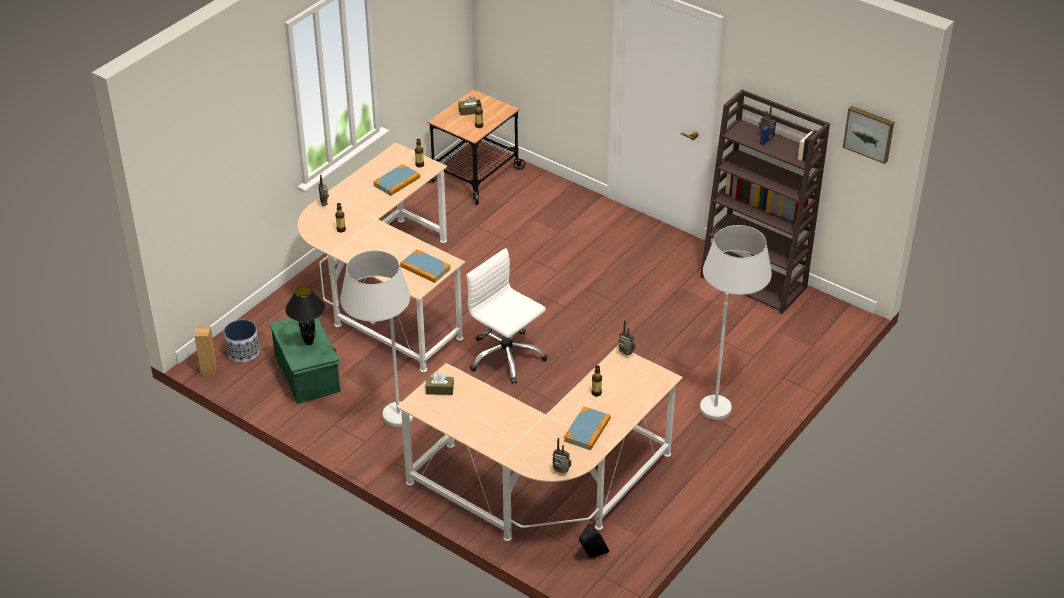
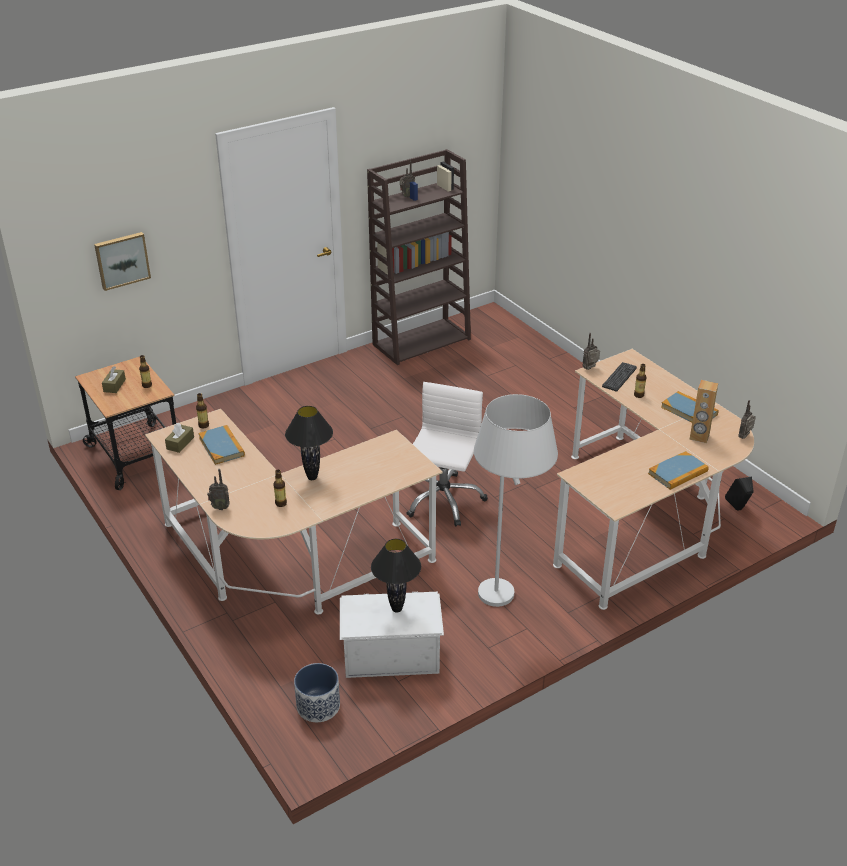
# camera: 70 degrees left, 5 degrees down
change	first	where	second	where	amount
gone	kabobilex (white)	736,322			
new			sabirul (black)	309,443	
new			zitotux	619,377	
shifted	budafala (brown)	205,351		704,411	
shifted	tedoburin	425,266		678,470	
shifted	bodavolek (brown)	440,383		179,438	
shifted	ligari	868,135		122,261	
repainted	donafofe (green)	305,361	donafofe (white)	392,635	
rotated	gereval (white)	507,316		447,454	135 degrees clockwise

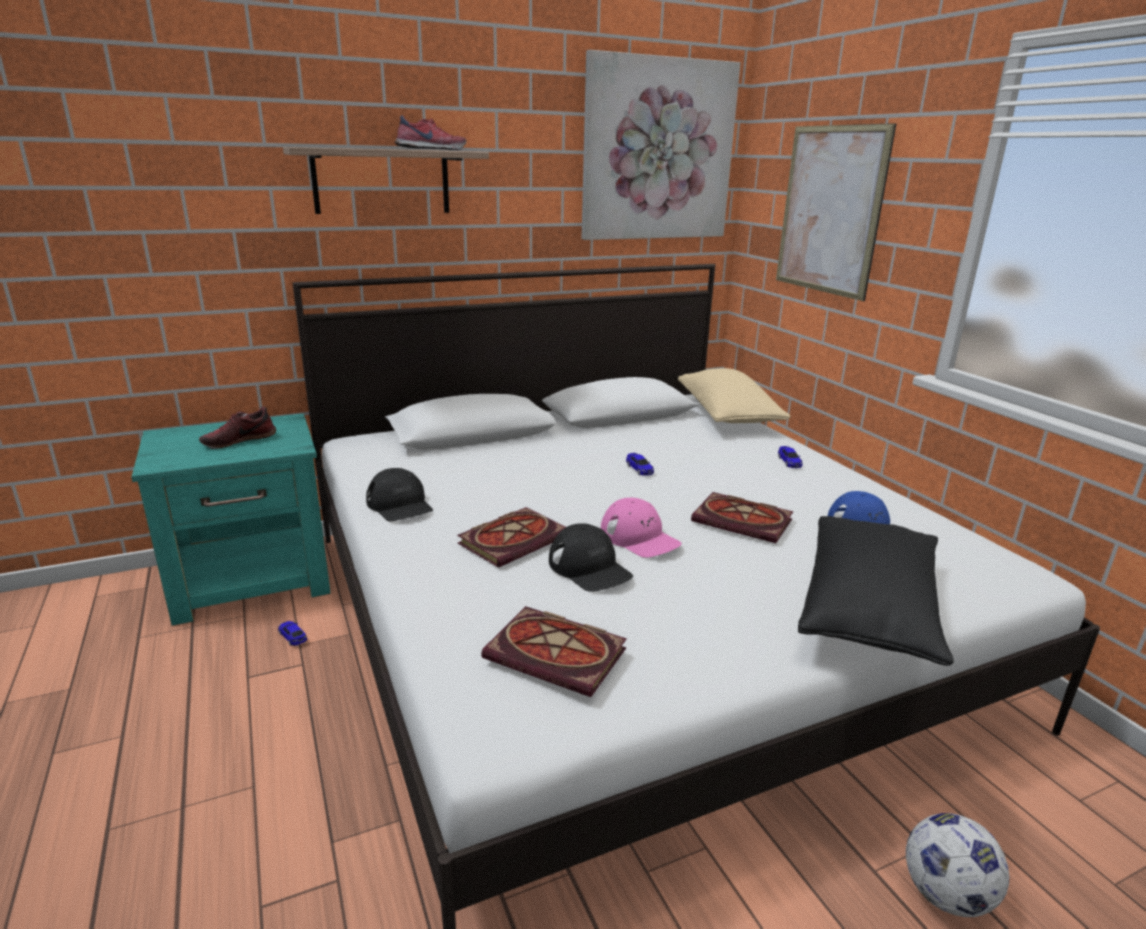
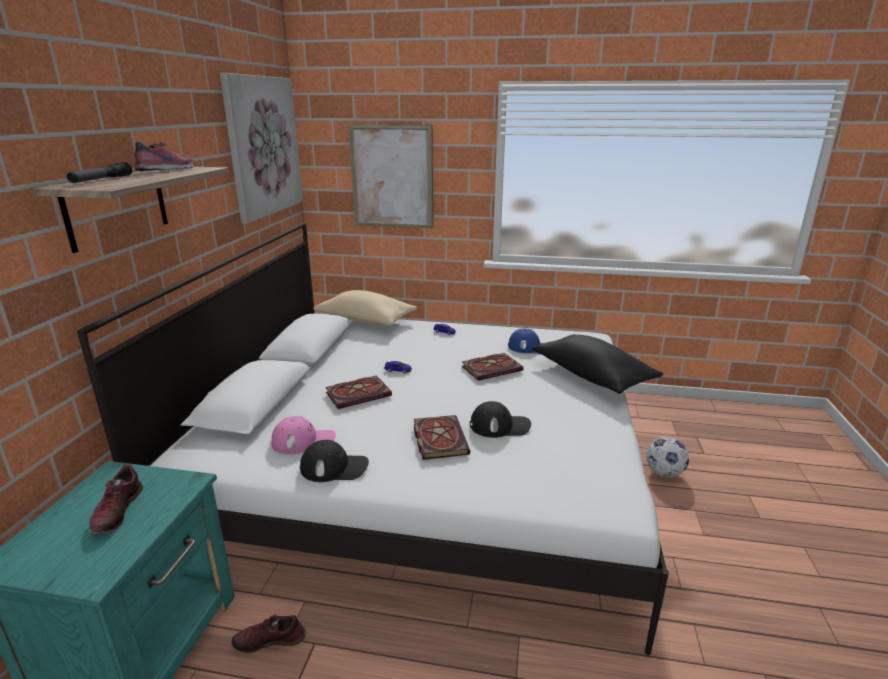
# camera: 55 degrees left, 0 degrees up
change	first	where	second	where	amount
new			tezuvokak	99,172	
shifted	tedoburin	554,651		358,392	
shifted	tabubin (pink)	641,528		303,435	
swapped	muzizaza	292,633	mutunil	268,634	

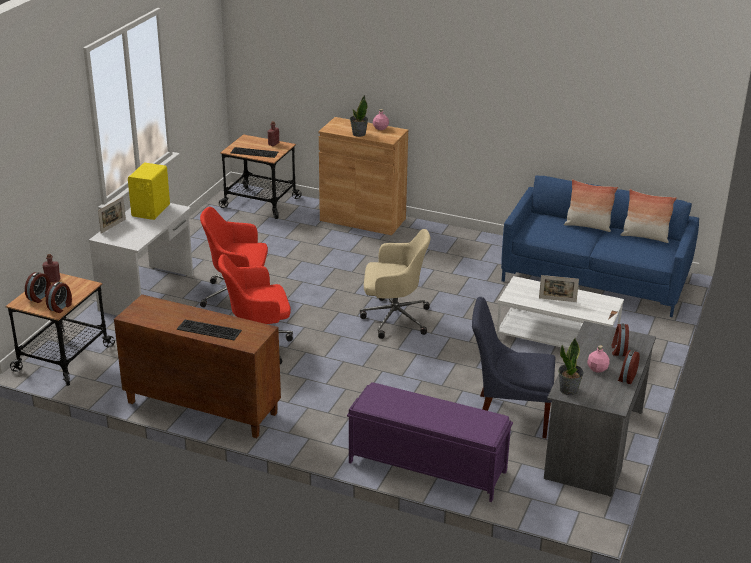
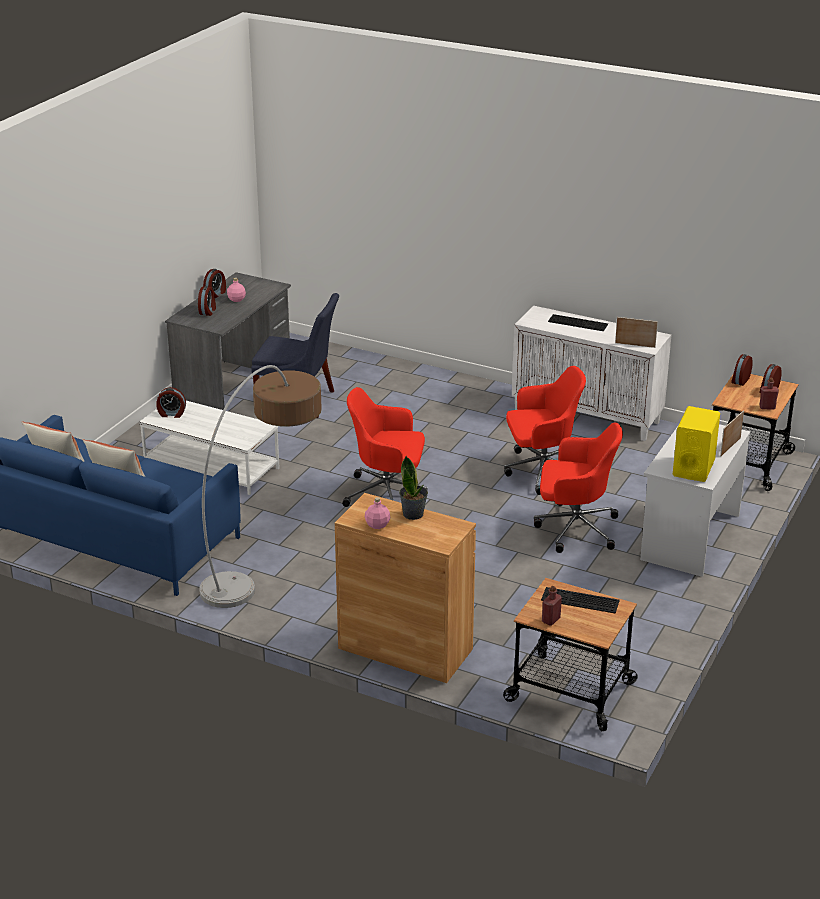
# camera: 175 degrees left, 0 degrees up
change	first	where	second	where	amount
gone	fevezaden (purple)	430,442			
gone	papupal	571,366			
new			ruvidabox	171,402	
new			kabobilex	260,486	
shifted	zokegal	559,288		636,332	
repainted	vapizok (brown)	197,366	vapizok (white)	591,373	
repainted	gereval (beige)	395,284	gereval (red)	384,447	

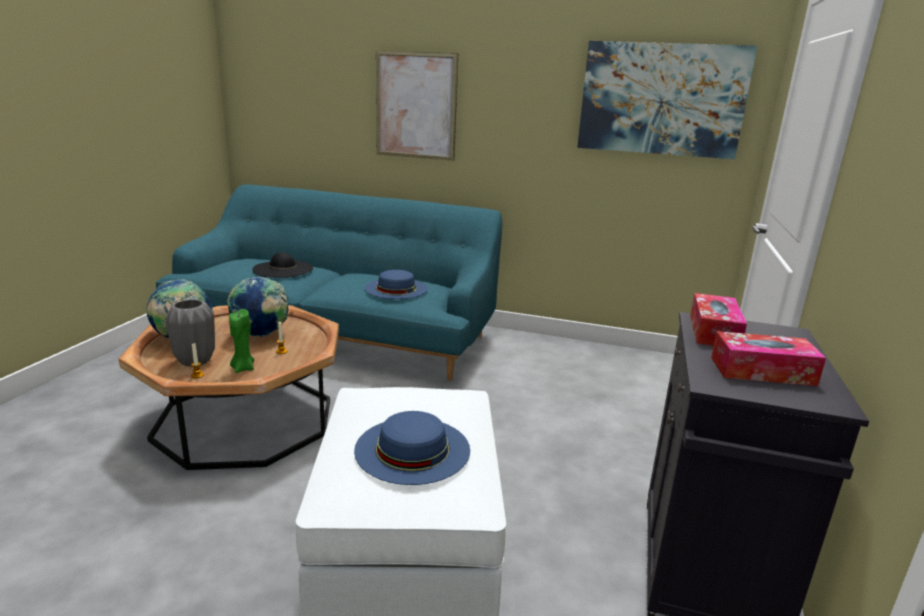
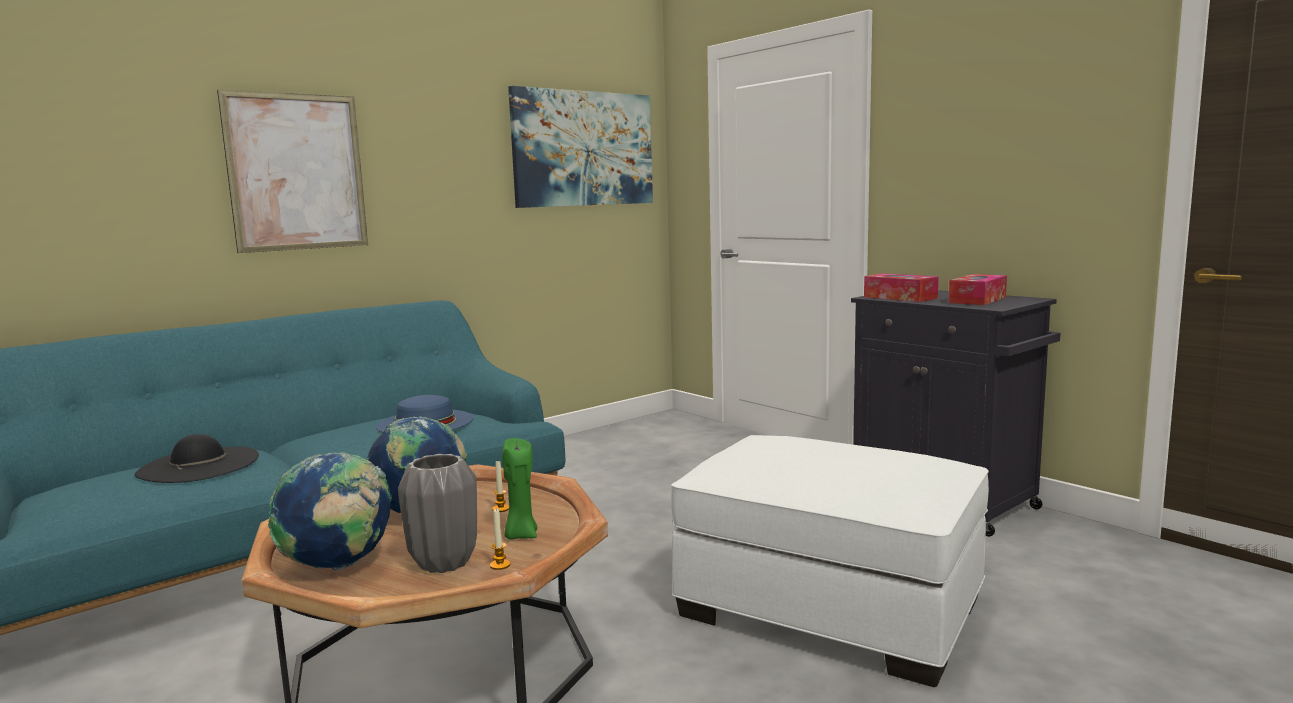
# camera: 55 degrees left, 10 degrees down
change	first	where	second	where	amount
gone	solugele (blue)	412,448			

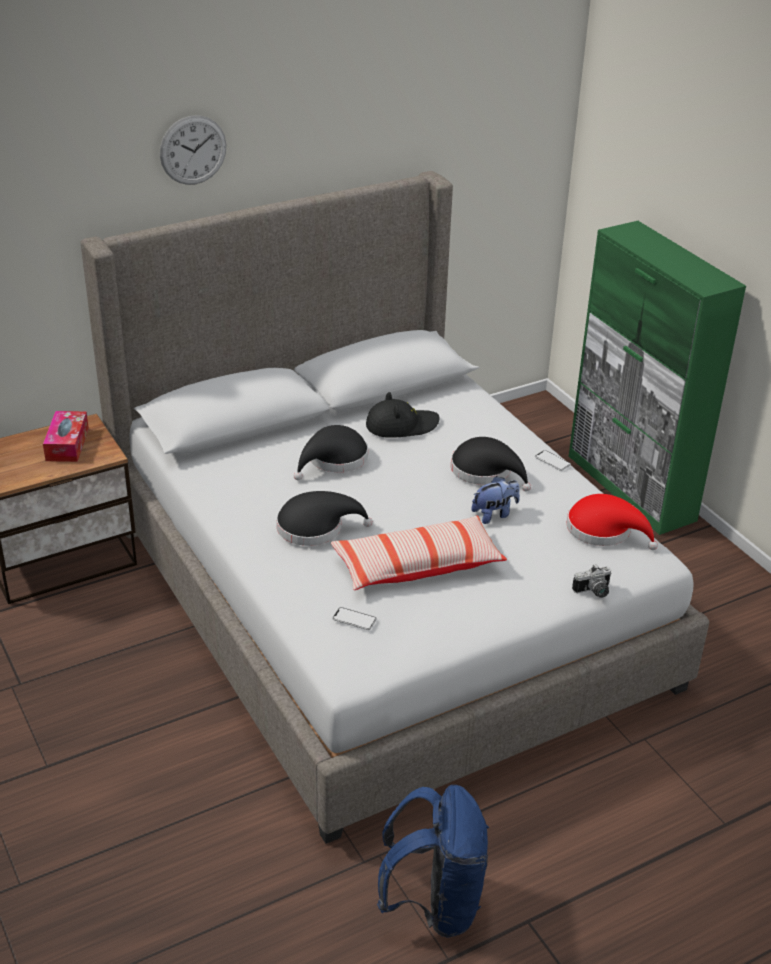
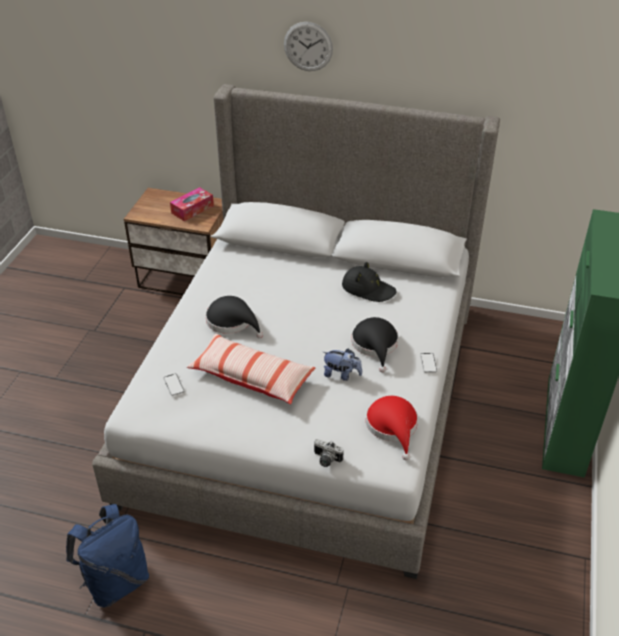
# camera: 45 degrees right, 5 degrees up
change	first	where	second	where	amount
gone	solugele (black)	331,452			

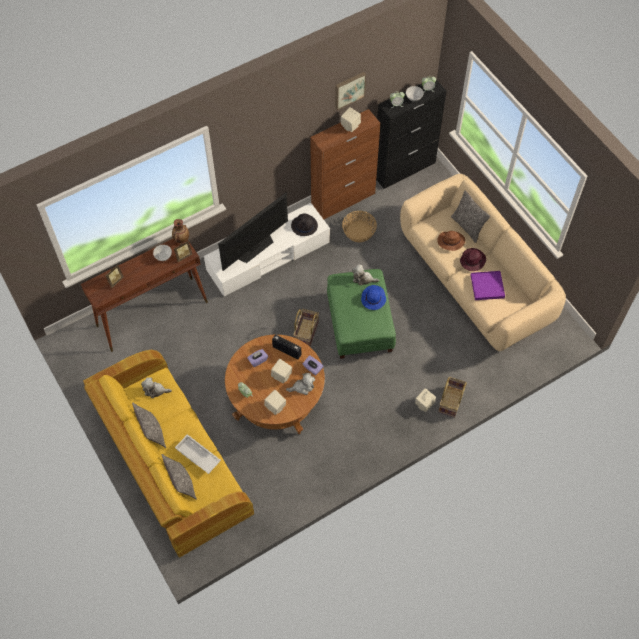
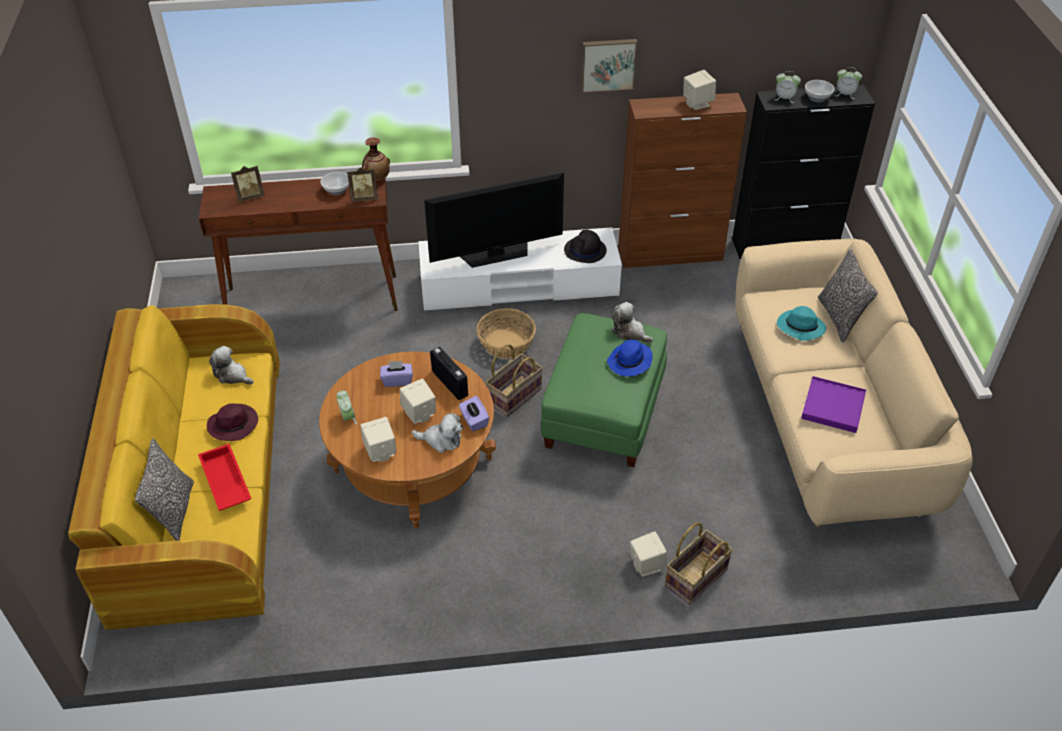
# camera: 25 degrees right, 15 degrees down
change	first	where	second	where	amount
gone	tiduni	149,425			
shifted	ligari	350,91		609,66	
shifted	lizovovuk	359,226		506,333	
shifted	solugele (purple)	473,259		232,422	
repainted	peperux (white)	198,454	peperux (red)	224,477	
repainted	solugele (brown)	451,241	solugele (turquoise)	801,323	

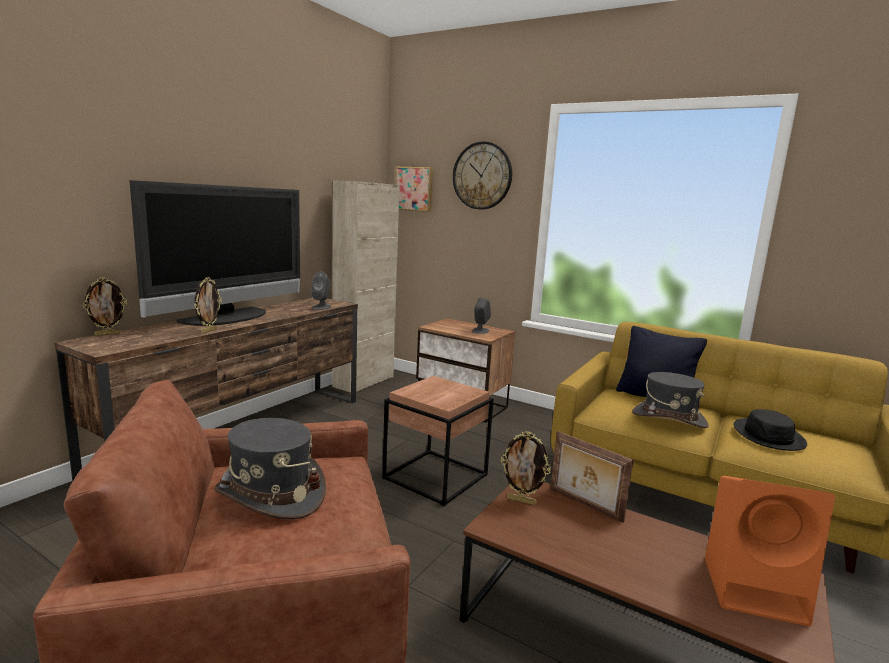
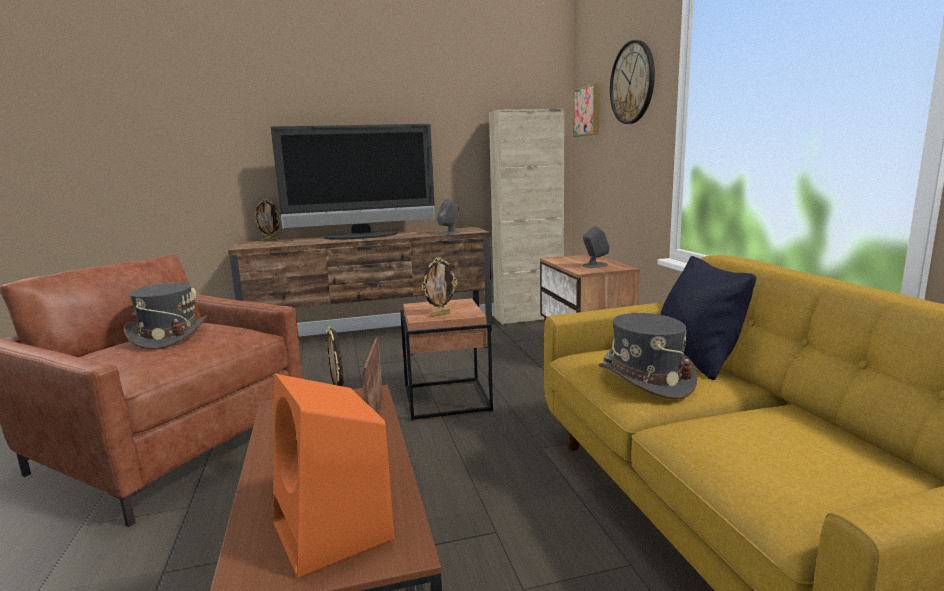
# camera: 45 degrees right, 0 degrees up
change	first	where	second	where	amount
gone	solugele (black)	770,430			
shifted	zokegal	208,305		439,287	

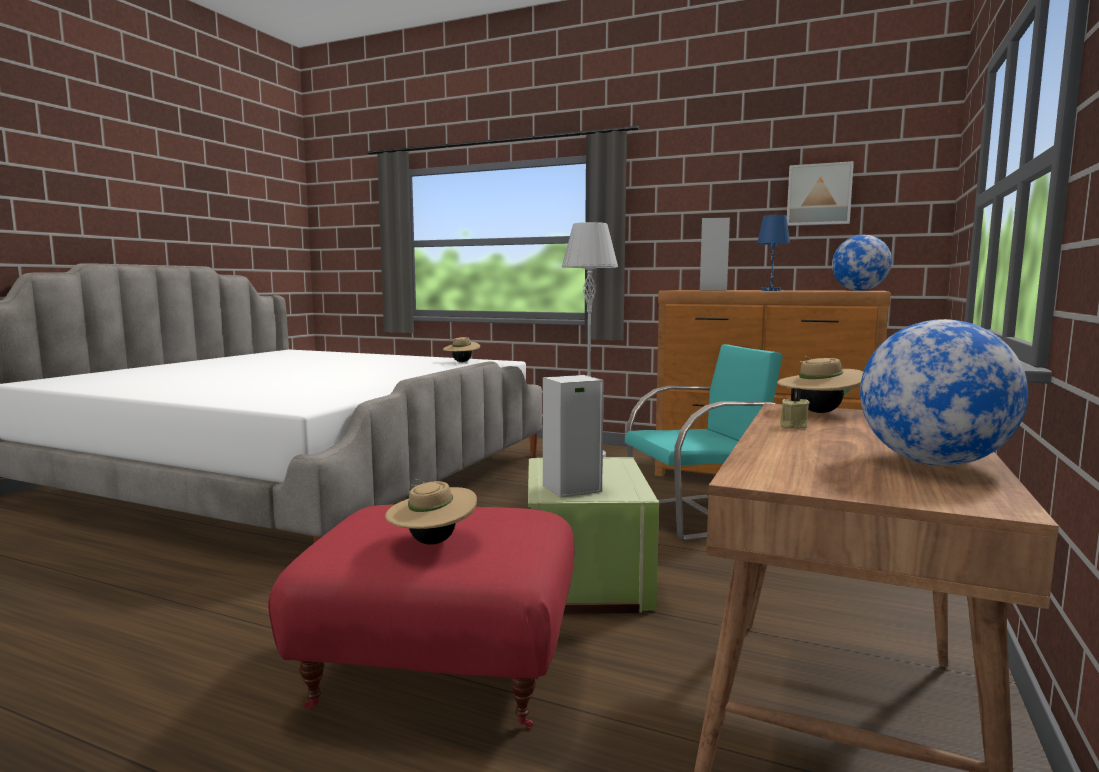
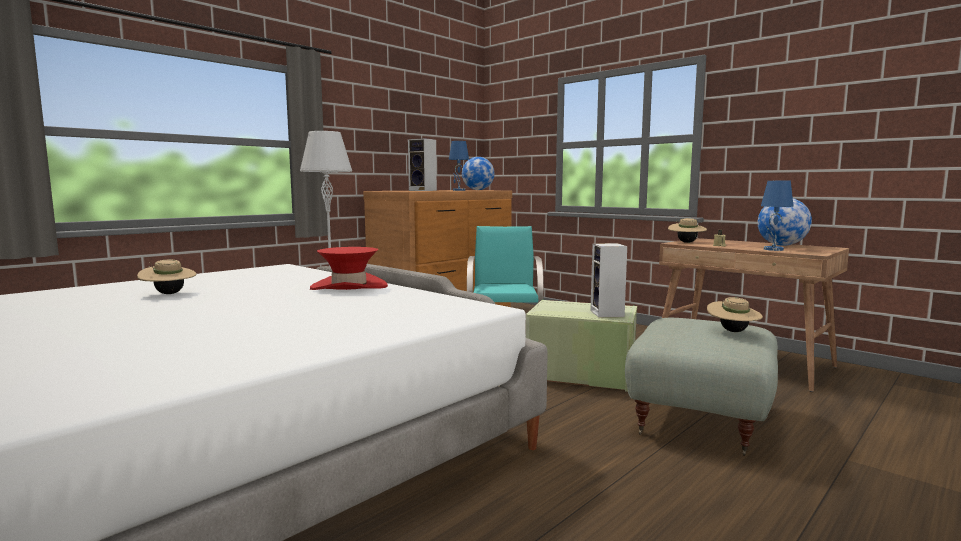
# camera: 70 degrees left, 0 degrees up
change	first	where	second	where	amount
gone	ligari	820,193			
new			solugele (red)	349,268	
new			sabirul (blue)	777,216	
shifted	solugele (beige)	461,349		166,277	
repainted	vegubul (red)	421,616	vegubul (grey)	701,387	

